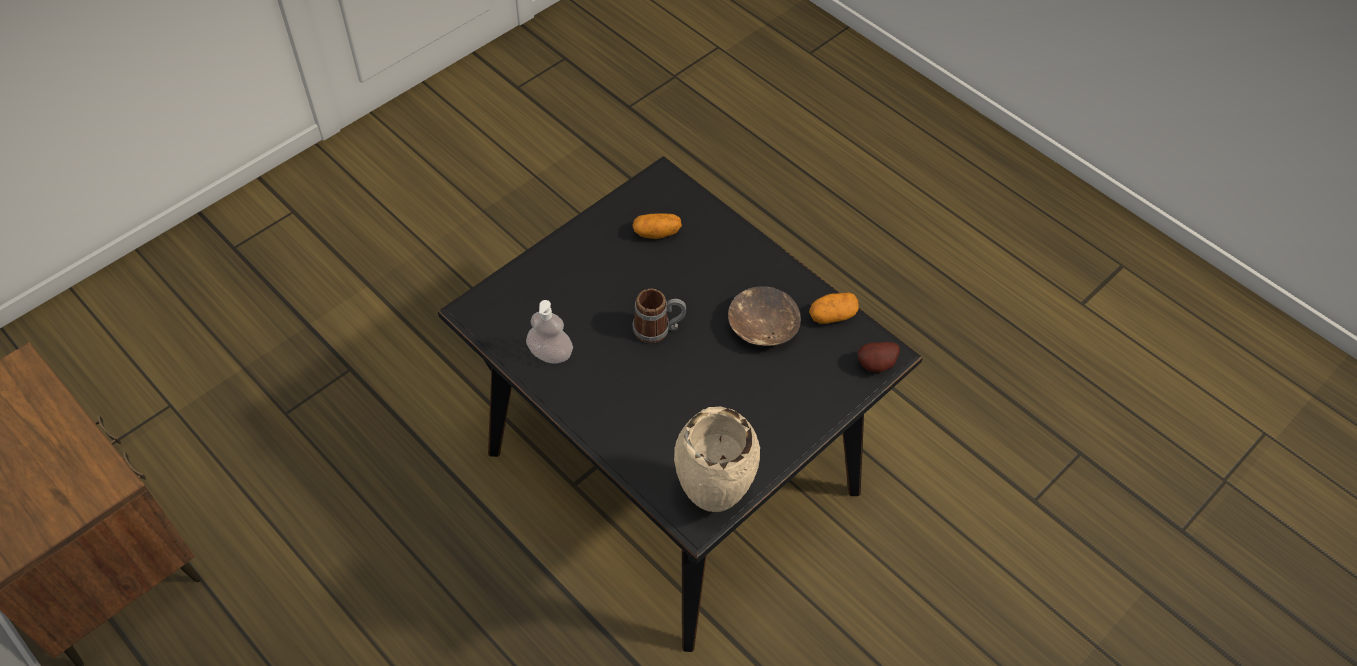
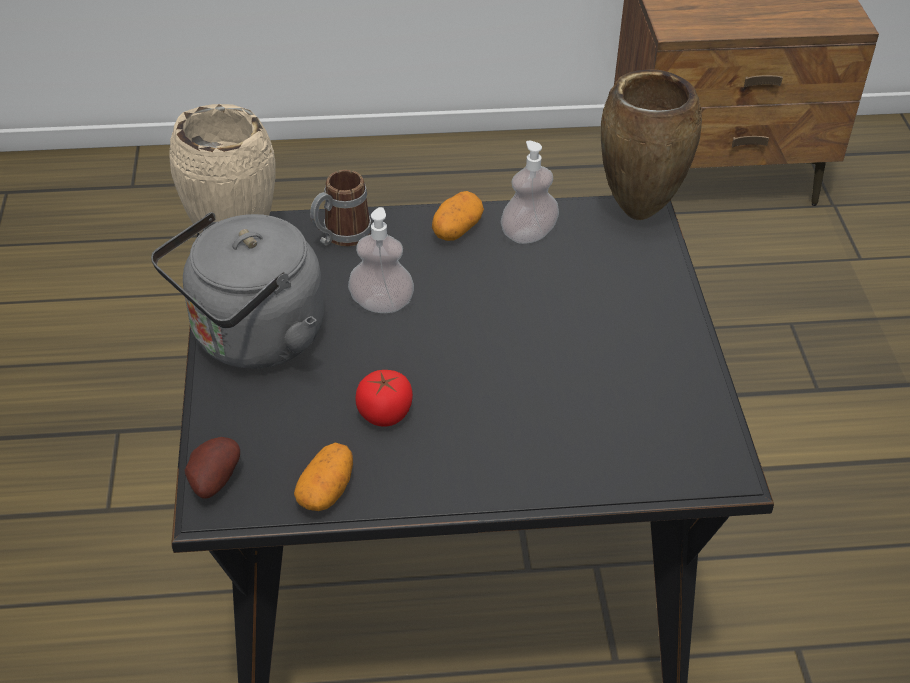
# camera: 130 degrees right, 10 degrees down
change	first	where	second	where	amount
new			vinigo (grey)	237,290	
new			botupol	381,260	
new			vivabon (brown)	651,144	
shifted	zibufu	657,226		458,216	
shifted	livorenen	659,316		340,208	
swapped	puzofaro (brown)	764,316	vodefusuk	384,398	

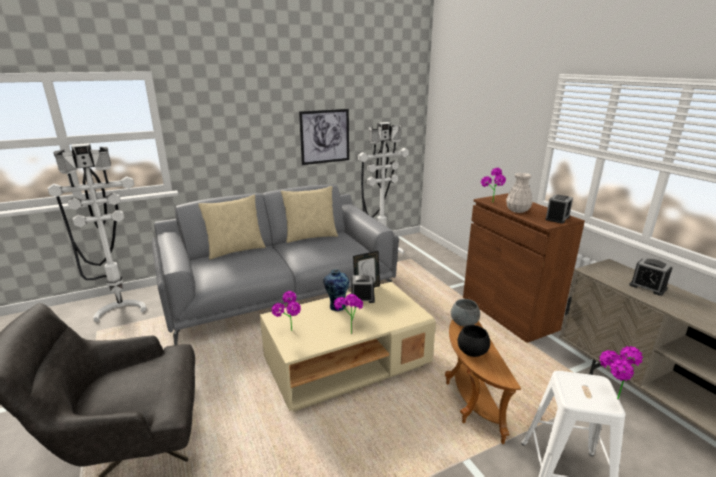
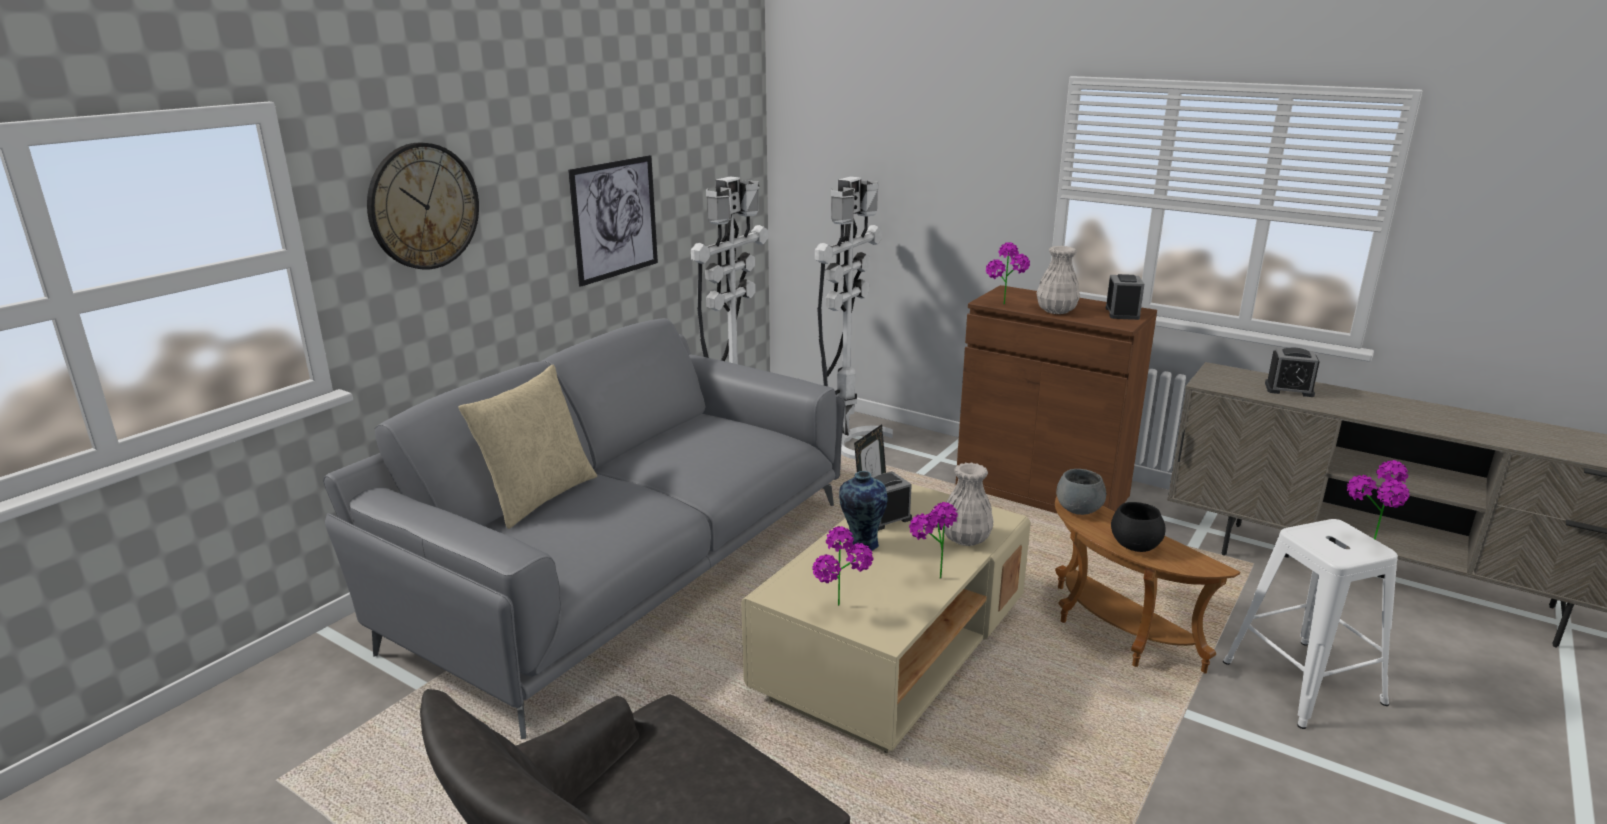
# camera: 30 degrees left, 0 degrees up
change	first	where	second	where	amount
gone	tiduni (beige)	309,214			
new			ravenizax	423,206	
new			vivabon (white)	968,504	
shifted	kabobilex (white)	97,232		854,317	

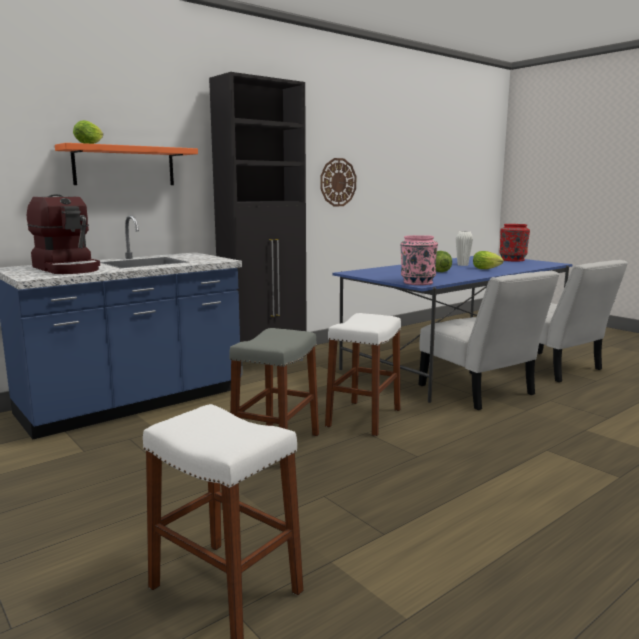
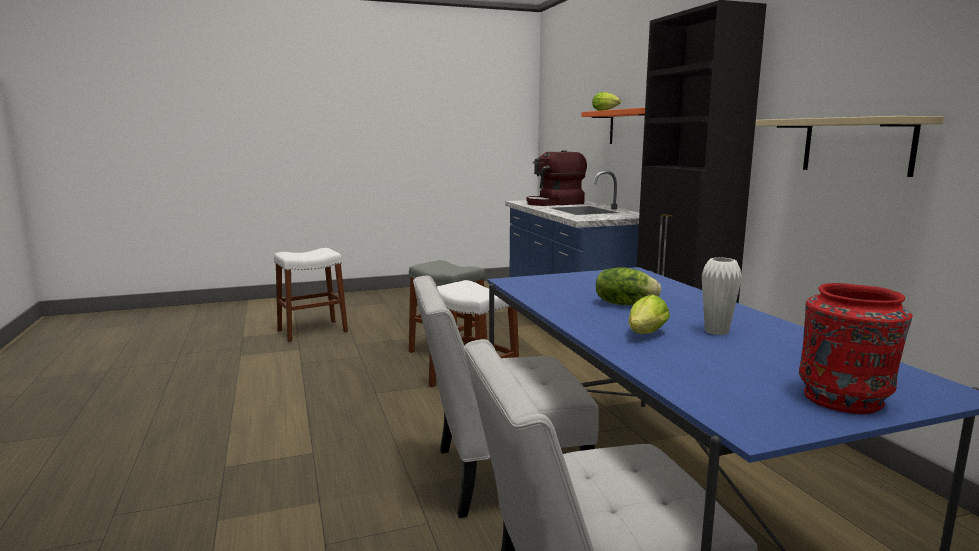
# camera: 110 degrees right, 0 degrees up
change	first	where	second	where	amount
gone	vivabon (pink)	419,260			
swapped	ravenizax	338,182	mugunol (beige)	849,146	

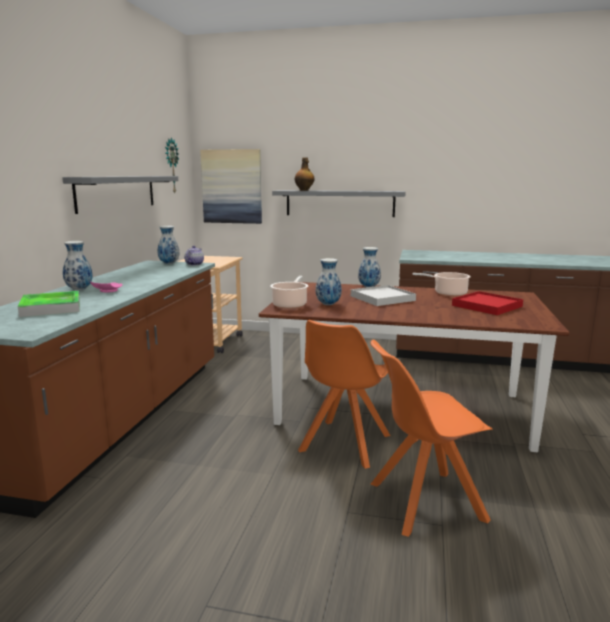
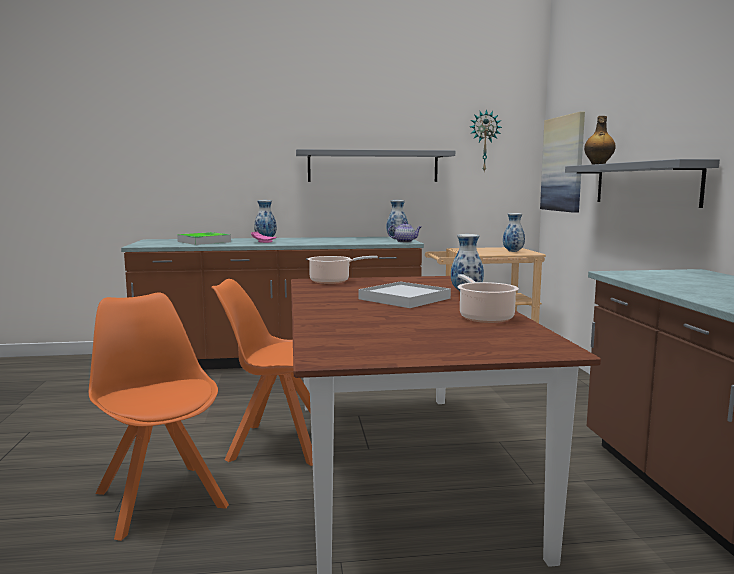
# camera: 70 degrees right, 5 degrees down
change	first	where	second	where	amount
gone	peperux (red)	487,303			
shifted	vivabon	329,281		514,232	

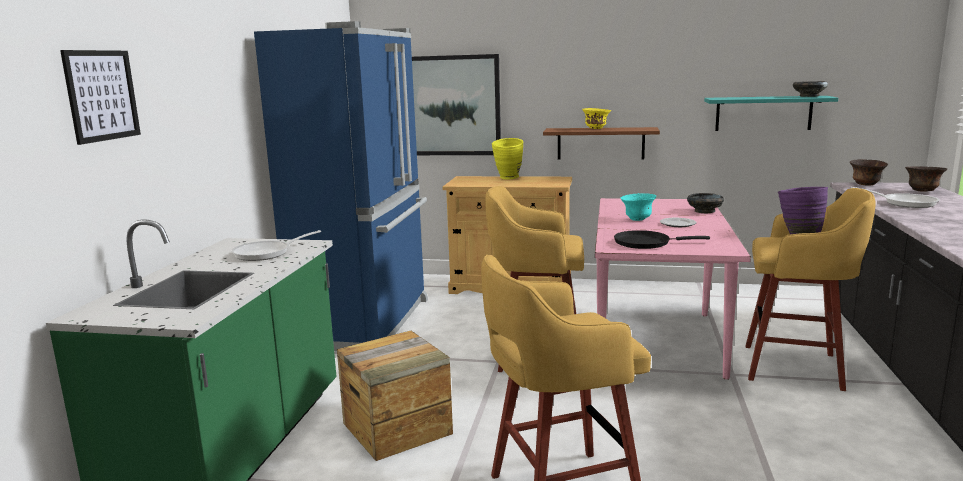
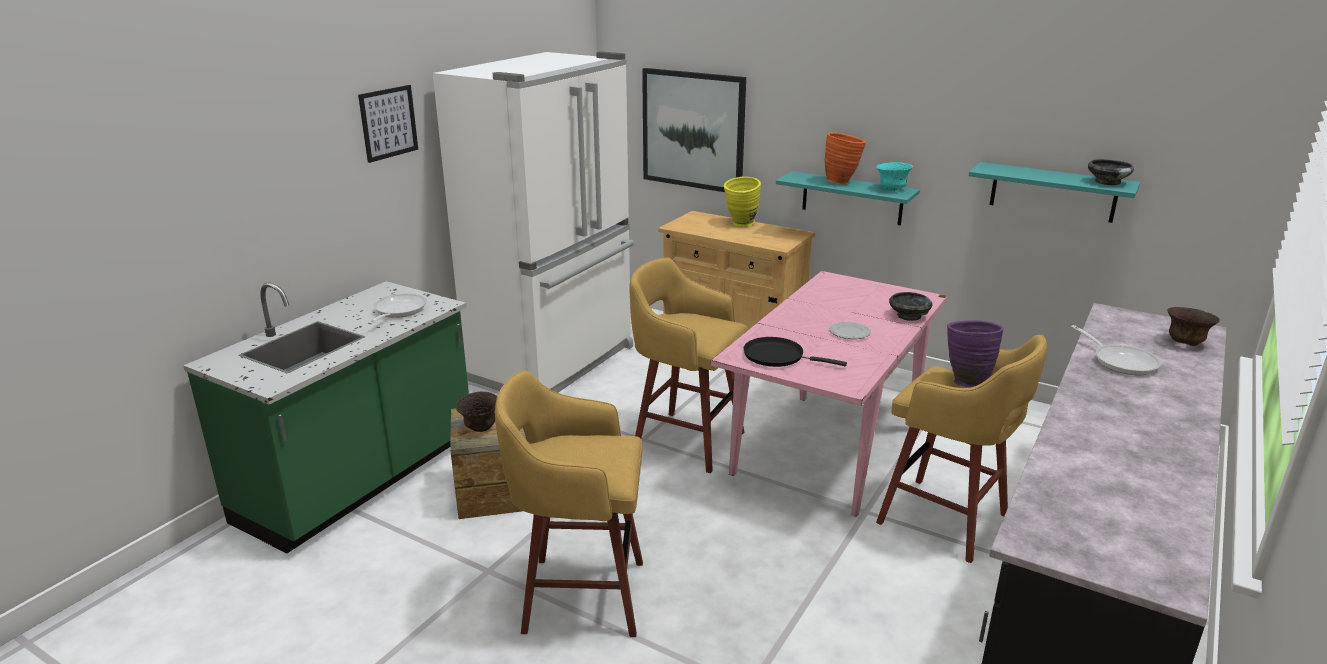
# camera: 20 degrees right, 10 degrees up
change	first	where	second	where	amount
shifted	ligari	100,97		388,124	
shifted	puzofaro (turquoise)	638,207		894,176	
shifted	puzofaro (brown)	869,172		476,412	
swapped	puzofaro (yellow)	596,118	vivabon (orange)	845,158	
repainted	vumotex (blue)	341,186	vumotex (white)	533,222	
repainted	mugunol (brown)	601,143	mugunol (turquoise)	848,198	
rotated	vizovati	276,245		397,308	120 degrees clockwise

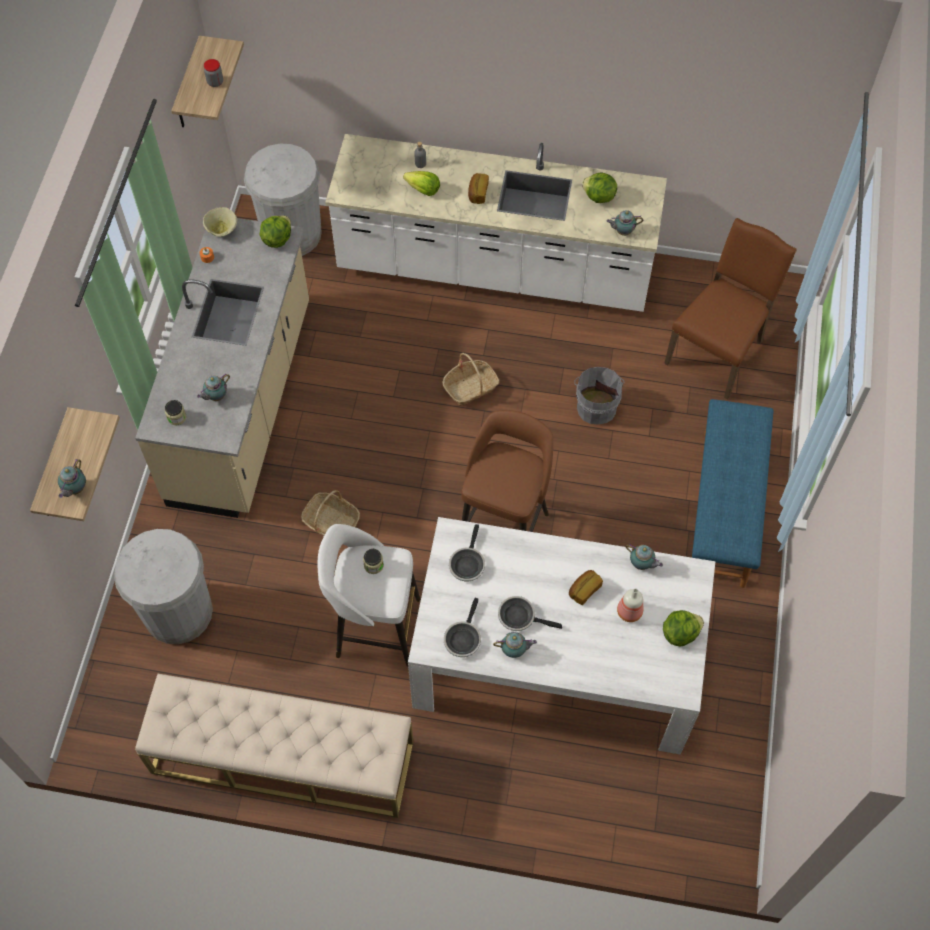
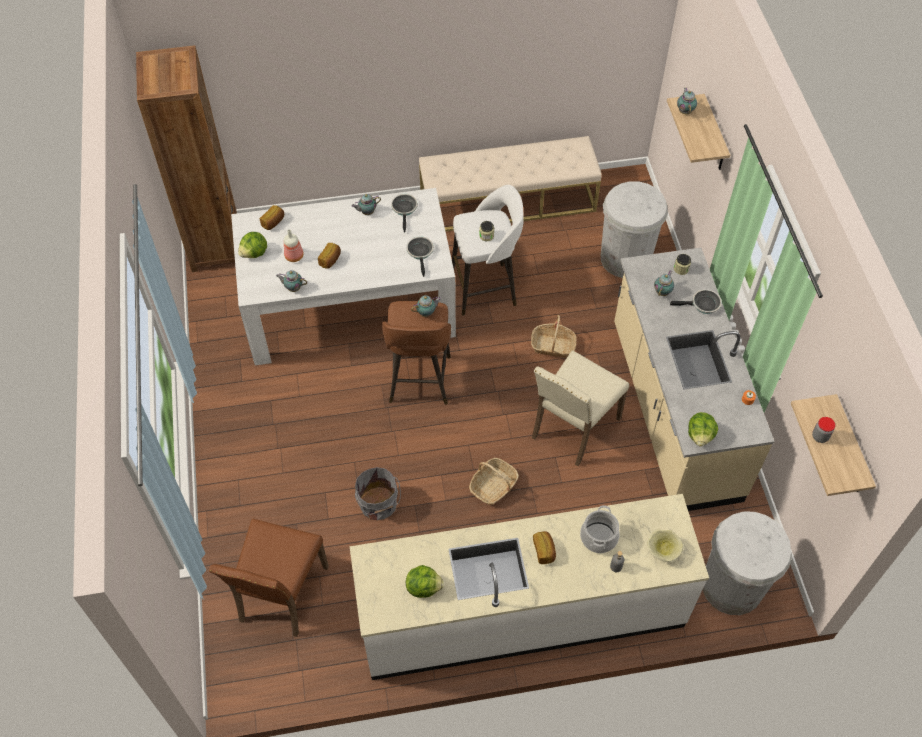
# camera: 160 degrees right, 5 degrees down
change	first	where	second	where	amount
gone	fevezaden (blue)	733,493			
new			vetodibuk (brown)	186,158	
new			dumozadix	272,217	
new			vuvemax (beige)	580,408	
shifted	puzofaro (beige)	220,222		665,545	
shifted	vizovati	530,613		696,301	
shifted	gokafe	625,223		426,306	
swapped	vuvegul	421,183	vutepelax	600,529	

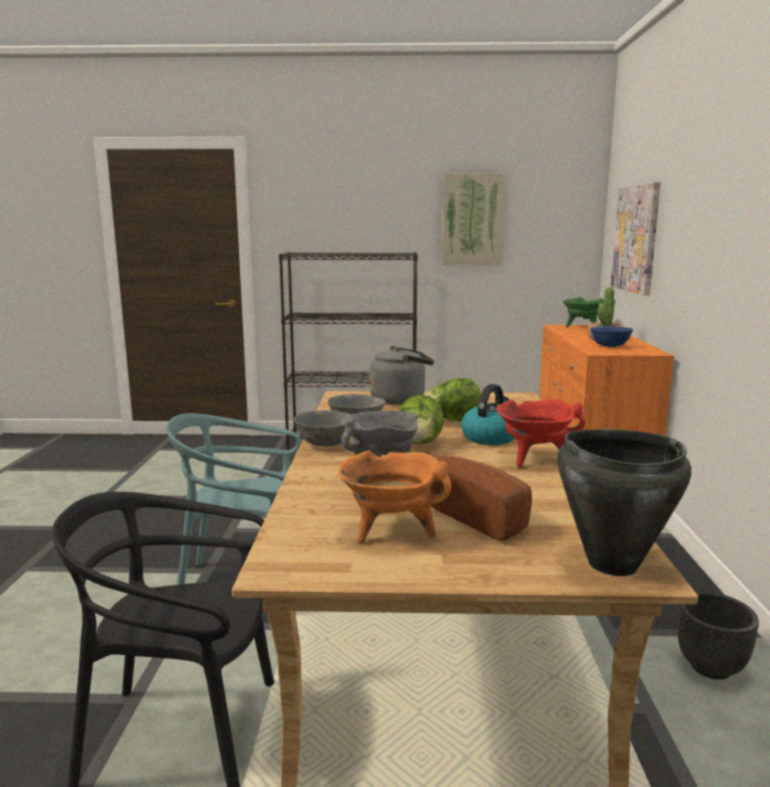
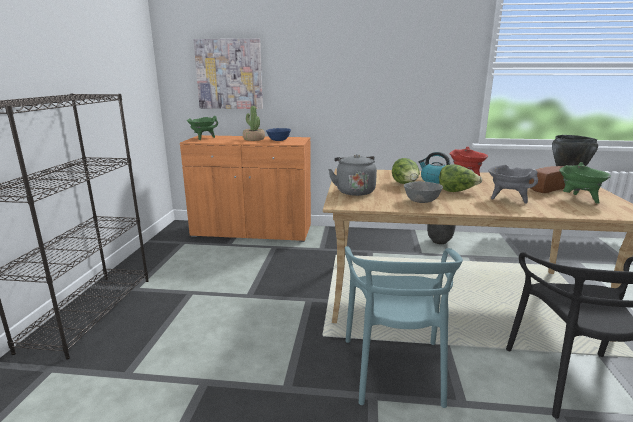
# camera: 85 degrees left, 5 degrees up
change	first	where	second	where	amount
gone	puzofaro (grey)	322,428			
gone	ligari	474,219			
repainted	vutepelax (orange)	394,496	vutepelax (green)	585,182	

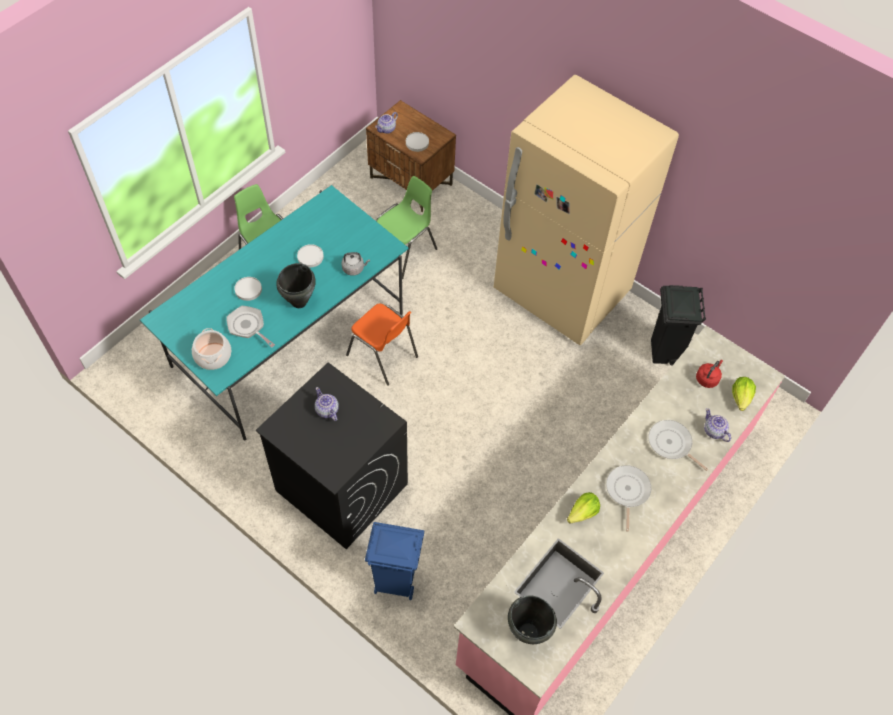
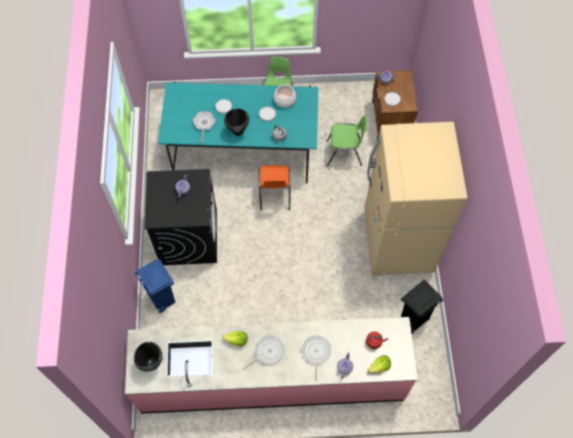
# camera: 50 degrees right, 5 degrees up
change	first	where	second	where	amount
shifted	vutepelax	211,349		285,96	

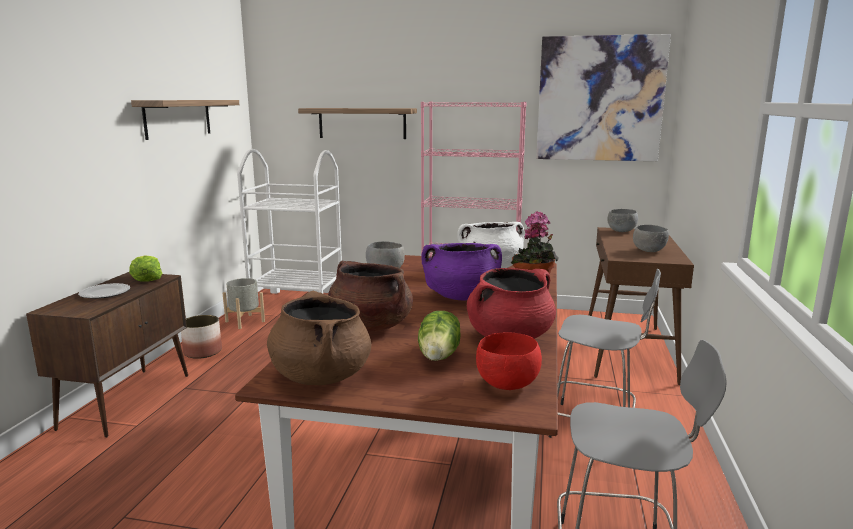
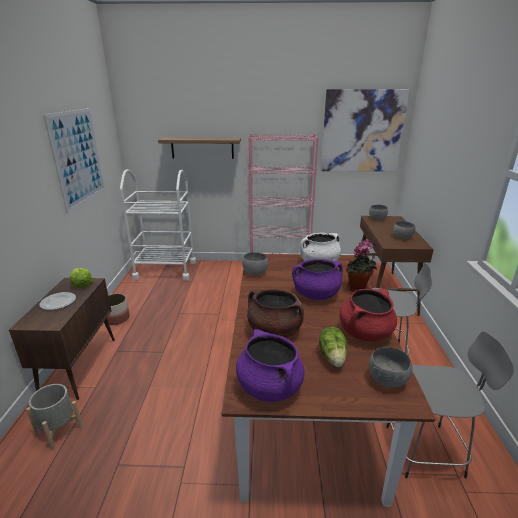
# camera: 10 degrees left, 10 degrees up
change	first	where	second	where	amount
shifted	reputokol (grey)	244,303		54,417	
swapped	mugunol	185,120	ligari	74,160	
repainted	vutepelax (brown)	319,338	vutepelax (purple)	270,365	
repainted	puzofaro (red)	509,361	puzofaro (grey)	390,367	

